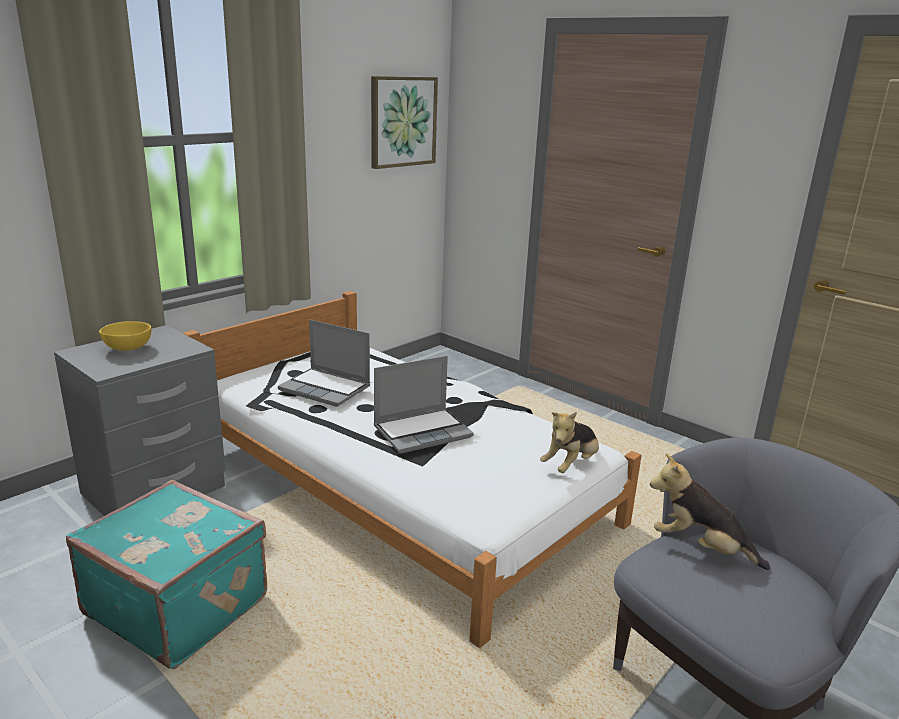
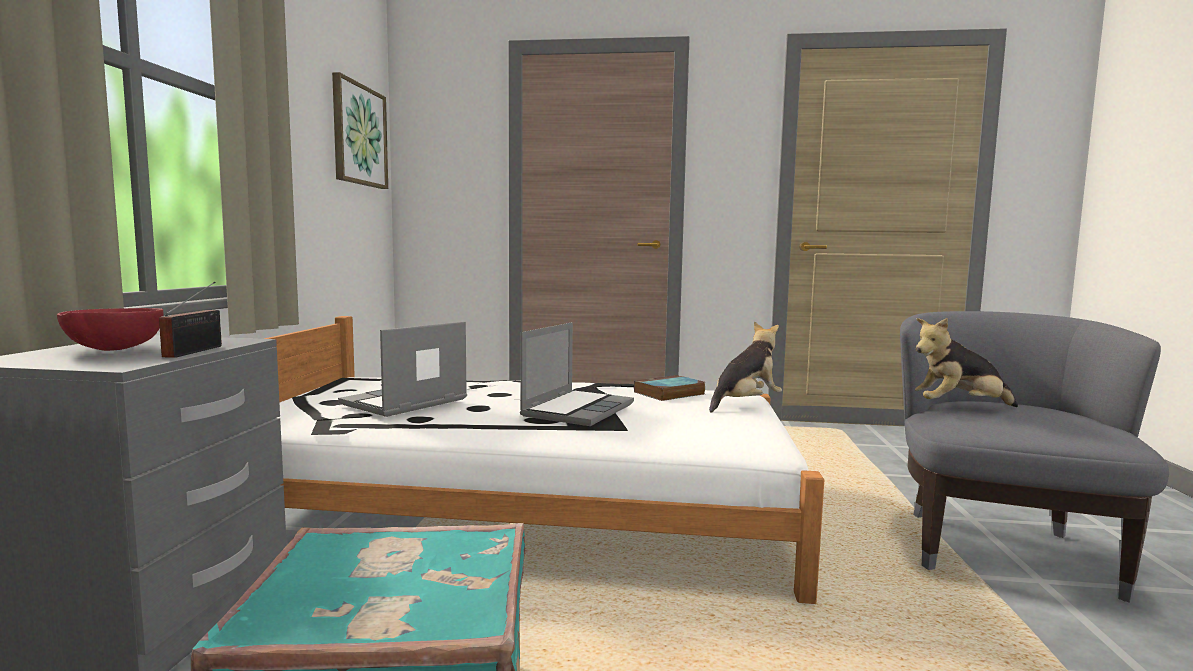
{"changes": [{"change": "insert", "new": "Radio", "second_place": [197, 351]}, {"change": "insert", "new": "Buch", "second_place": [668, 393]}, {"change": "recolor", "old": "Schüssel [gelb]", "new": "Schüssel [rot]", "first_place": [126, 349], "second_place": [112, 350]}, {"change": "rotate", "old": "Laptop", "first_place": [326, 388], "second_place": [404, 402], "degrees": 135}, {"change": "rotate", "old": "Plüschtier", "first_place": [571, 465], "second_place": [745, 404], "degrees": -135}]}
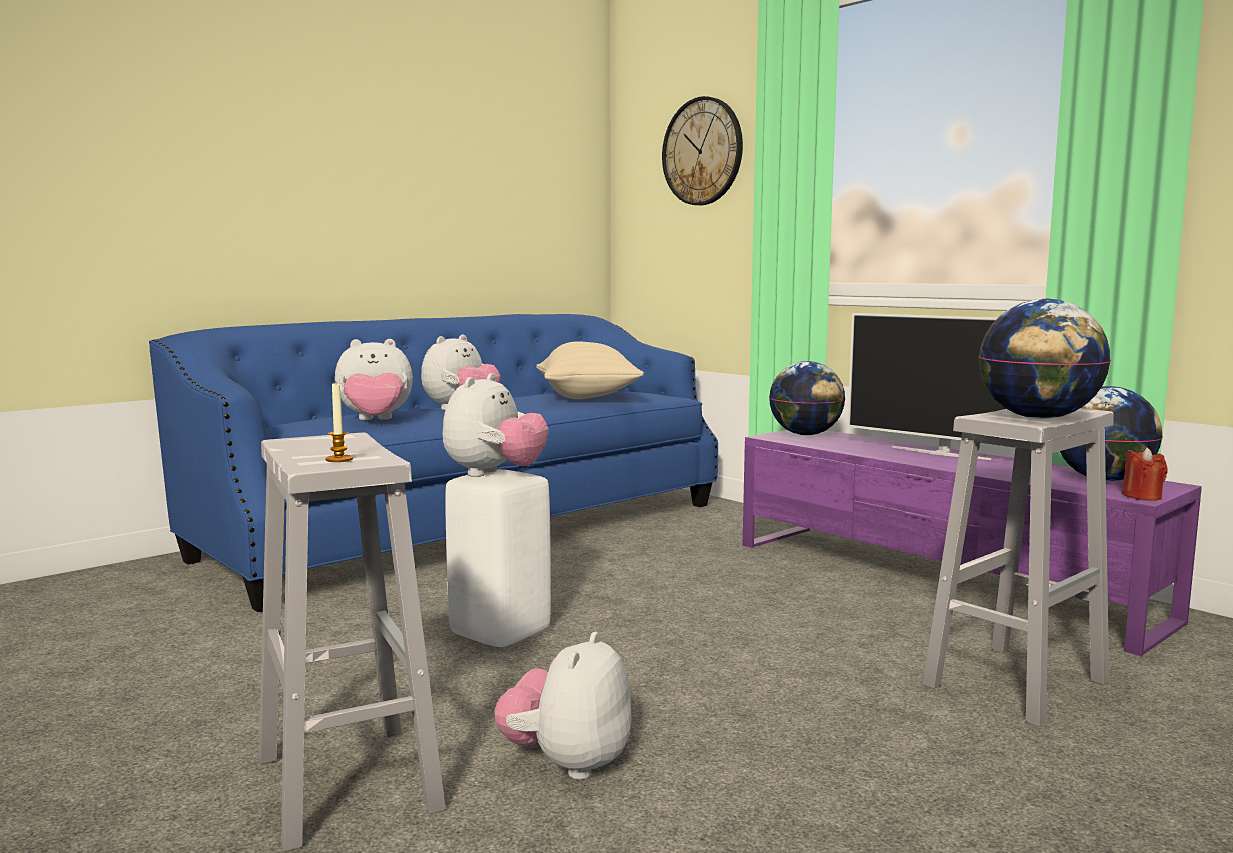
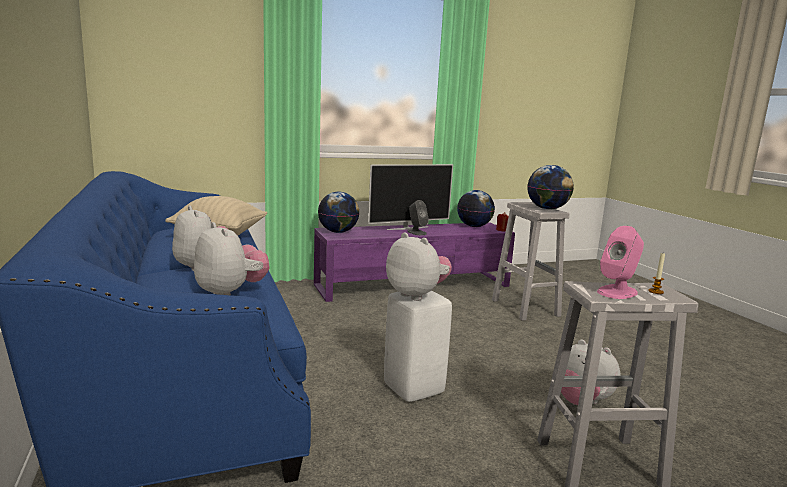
{"changes": [{"change": "delete", "old": "Wanduhr", "first_place": [702, 151]}, {"change": "insert", "new": "Lautsprecher [grau]", "second_place": [416, 232]}, {"change": "insert", "new": "Lautsprecher [rosa]", "second_place": [617, 292]}, {"change": "rotate", "old": "Plüschtier", "first_place": [375, 420], "second_place": [231, 293], "degrees": -45}]}
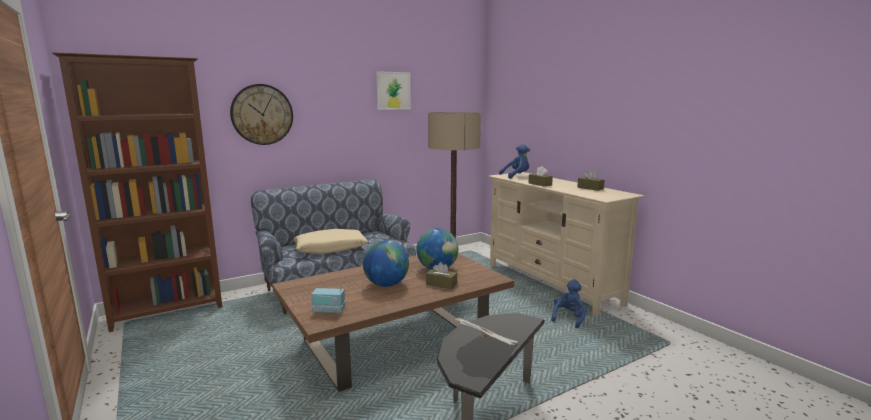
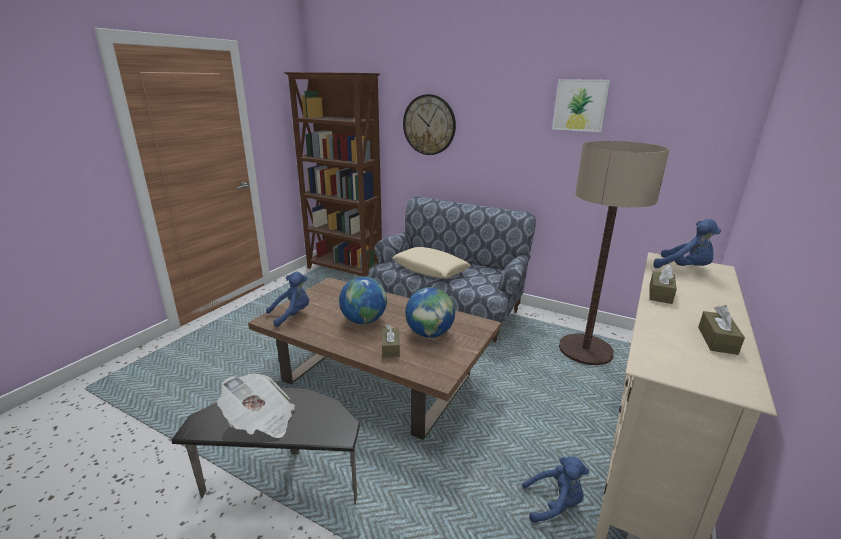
{"changes": [{"change": "replace", "old": "Radio", "new": "Plüschtier [blau]", "first_place": [329, 311], "second_place": [292, 315]}]}
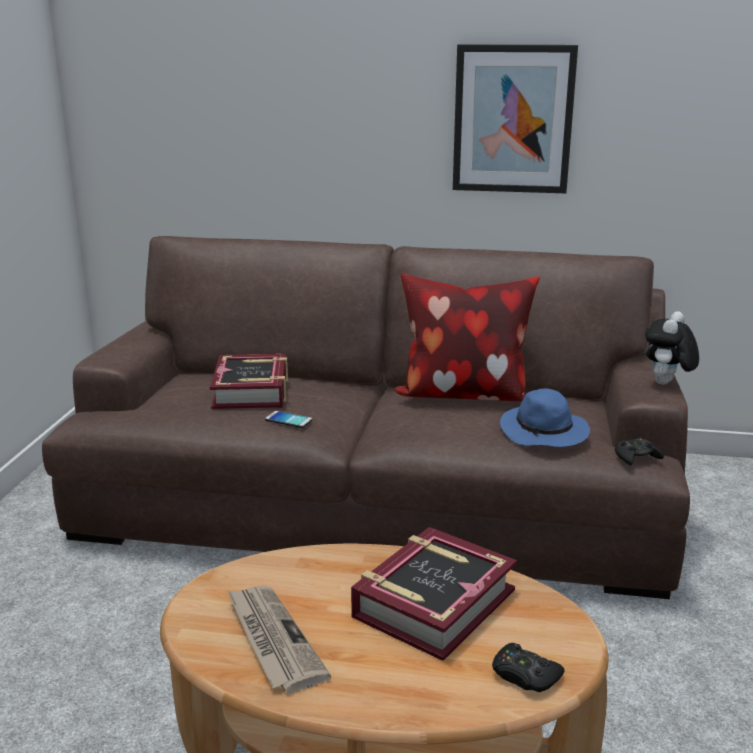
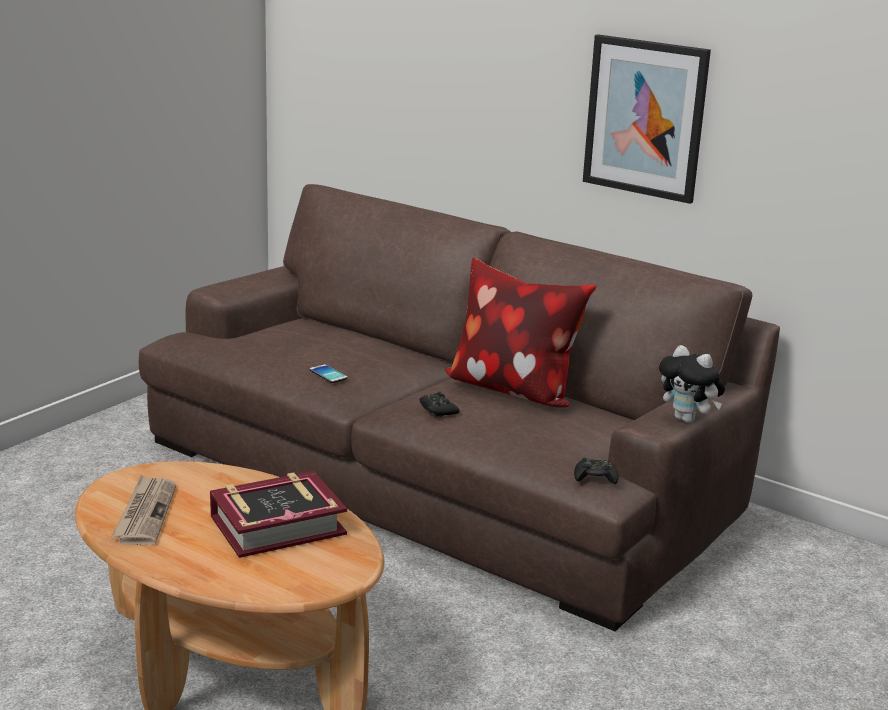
{"changes": [{"change": "delete", "old": "Buch", "first_place": [252, 391]}, {"change": "delete", "old": "Hut [blau]", "first_place": [544, 433]}, {"change": "move", "old": "Gamepad [schwarz]", "first_place": [525, 675], "second_place": [438, 410]}, {"change": "rotate", "old": "Plüschtier", "first_place": [666, 384], "second_place": [688, 420], "degrees": -105}]}
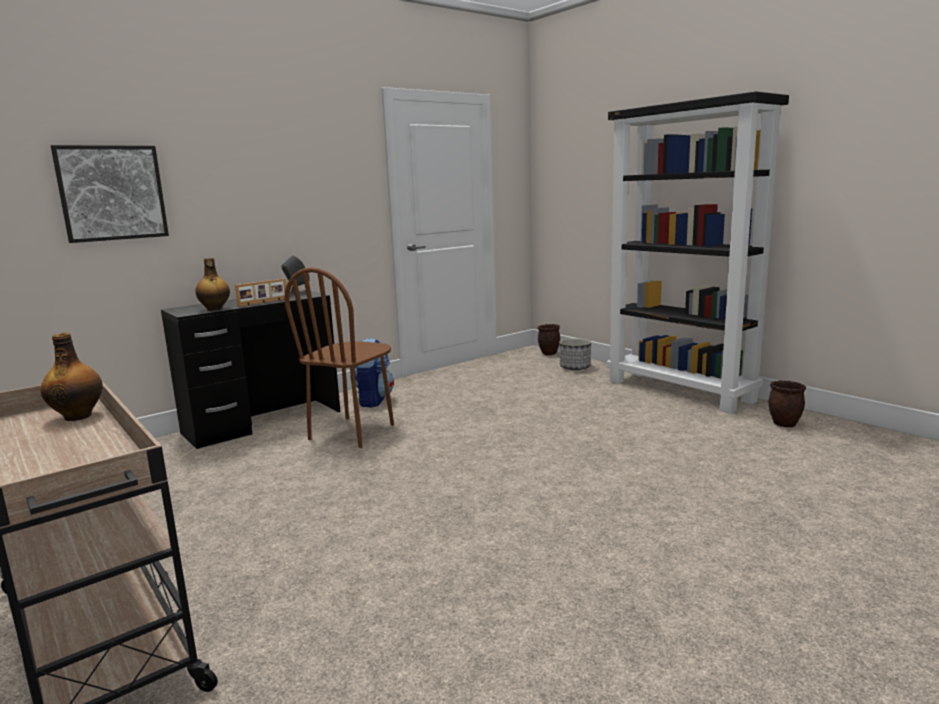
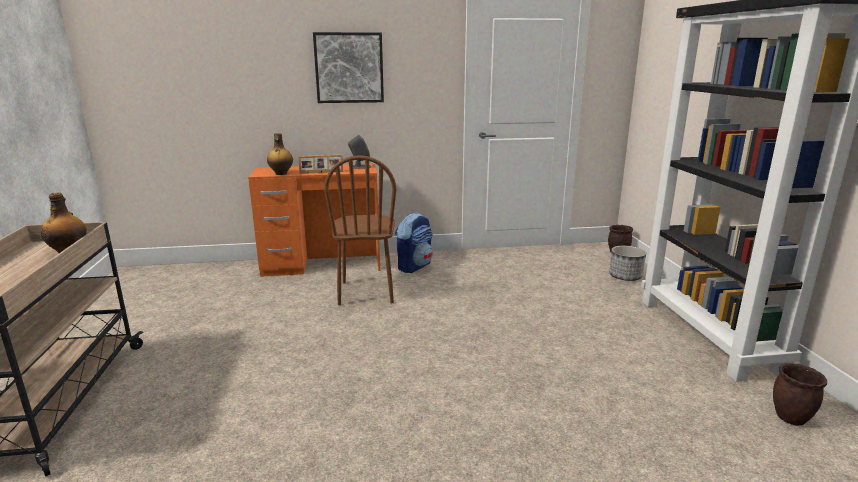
{"changes": [{"change": "move", "old": "Bild", "first_place": [112, 193], "second_place": [349, 68]}, {"change": "recolor", "old": "Schreibtisch [schwarz]", "new": "Schreibtisch [orange]", "first_place": [263, 422], "second_place": [322, 265]}, {"change": "rotate", "old": "Stuhl [braun]", "first_place": [352, 432], "second_place": [366, 292], "degrees": -60}]}
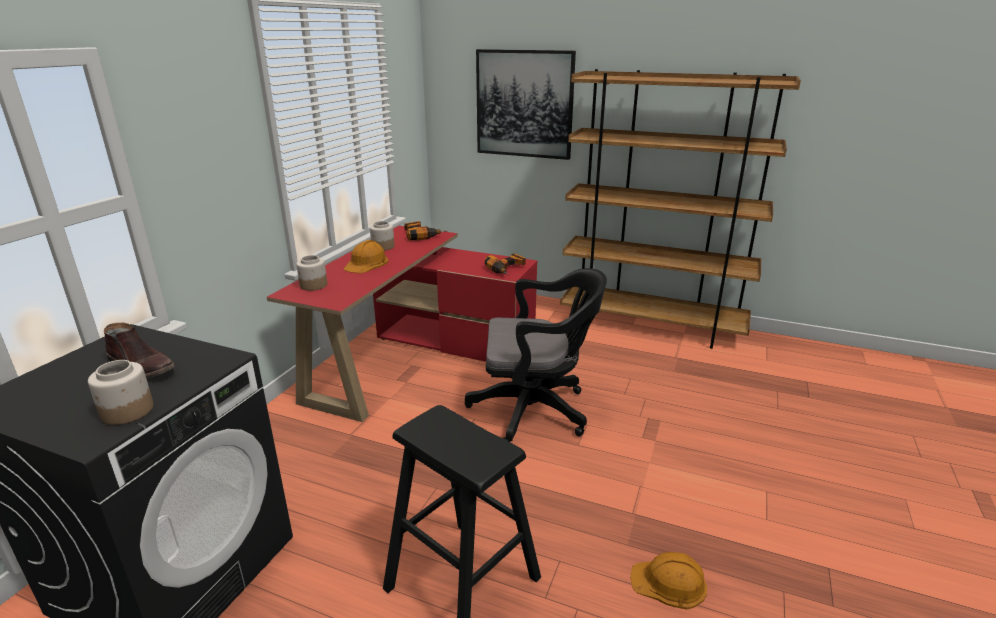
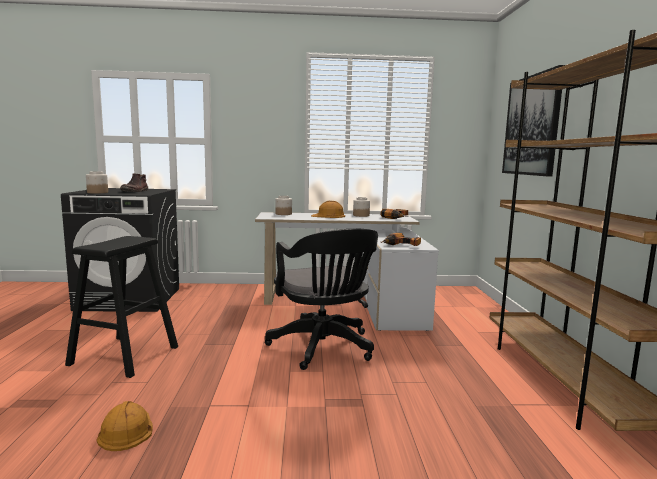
{"changes": [{"change": "recolor", "old": "Schreibtisch [rot]", "new": "Schreibtisch [weiß]", "first_place": [415, 358], "second_place": [350, 302]}]}
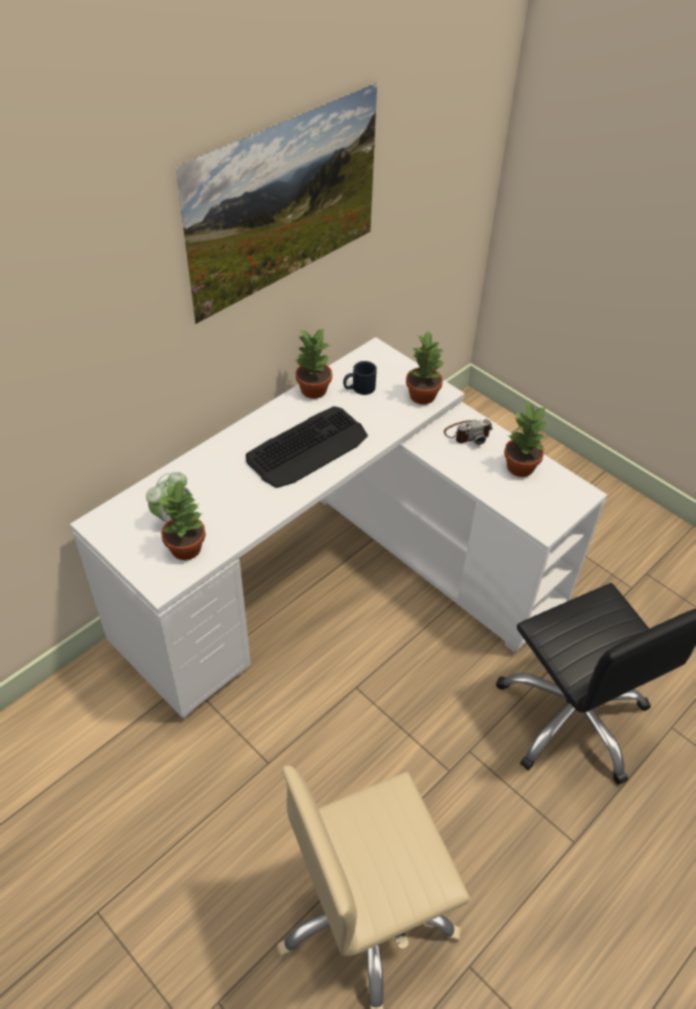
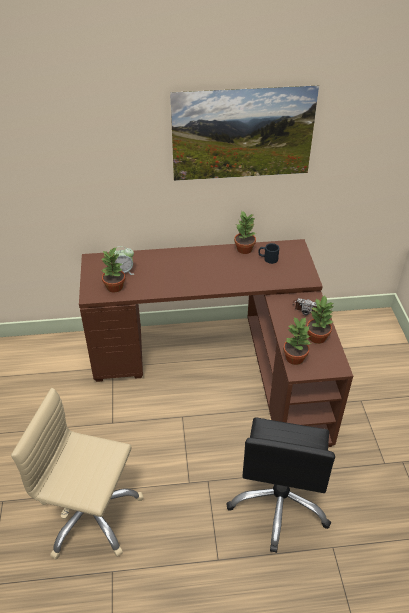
{"changes": [{"change": "delete", "old": "Tastatur", "first_place": [307, 447]}, {"change": "move", "old": "Topfpflanze", "first_place": [422, 395], "second_place": [294, 357]}, {"change": "recolor", "old": "Schreibtisch [weiß]", "new": "Schreibtisch [braun]", "first_place": [338, 577], "second_place": [223, 363]}]}
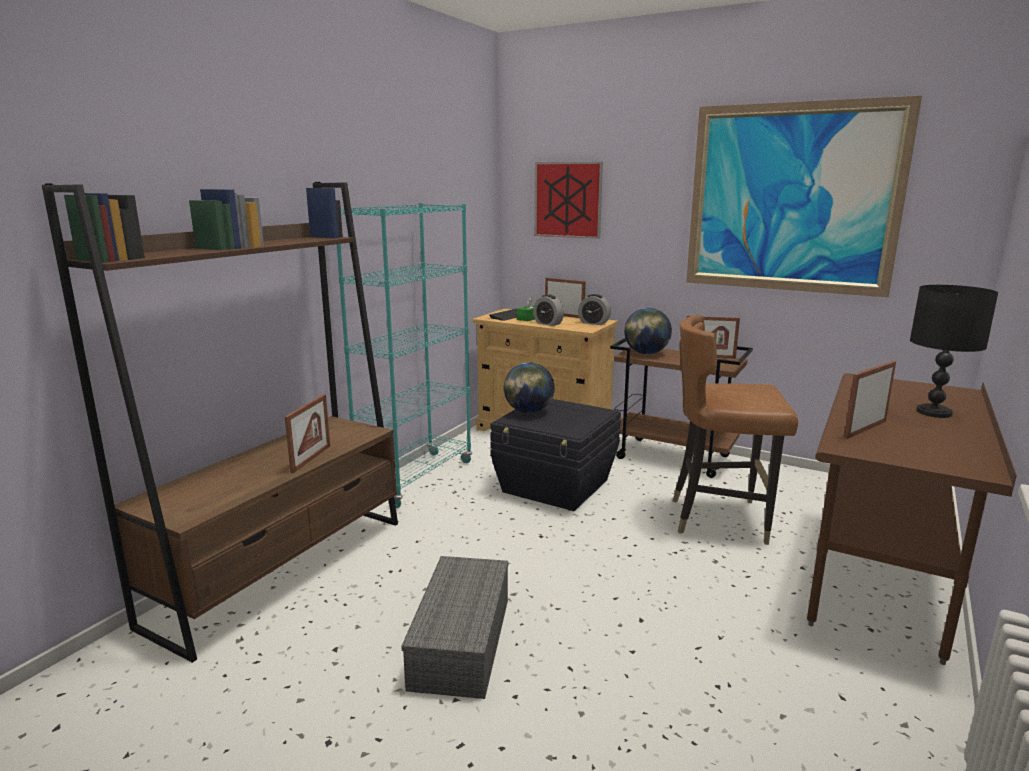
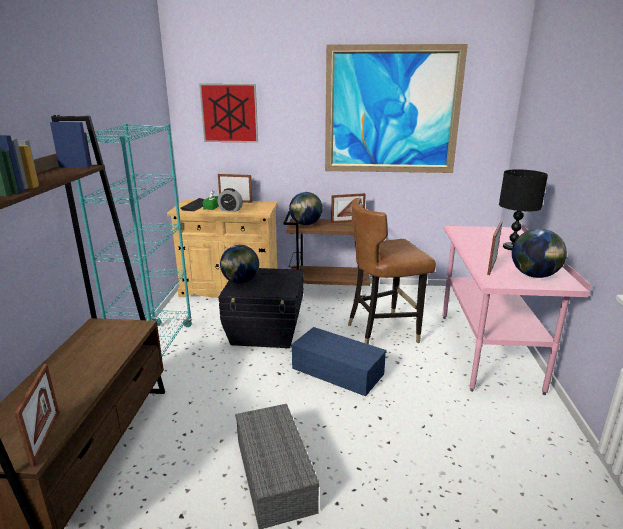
{"changes": [{"change": "delete", "old": "Wecker", "first_place": [593, 323]}, {"change": "insert", "new": "Aufbewahrungsbox [blau]", "second_place": [339, 371]}, {"change": "insert", "new": "Globus", "second_place": [534, 275]}, {"change": "move", "old": "Bilderrahmen", "first_place": [311, 459], "second_place": [46, 438]}, {"change": "recolor", "old": "Schreibtisch [braun]", "new": "Schreibtisch [rosa]", "first_place": [880, 581], "second_place": [488, 351]}]}
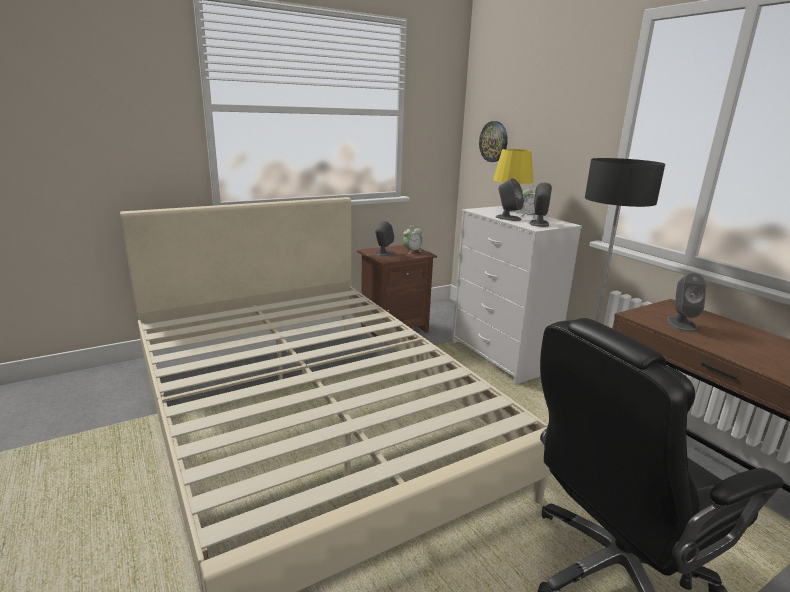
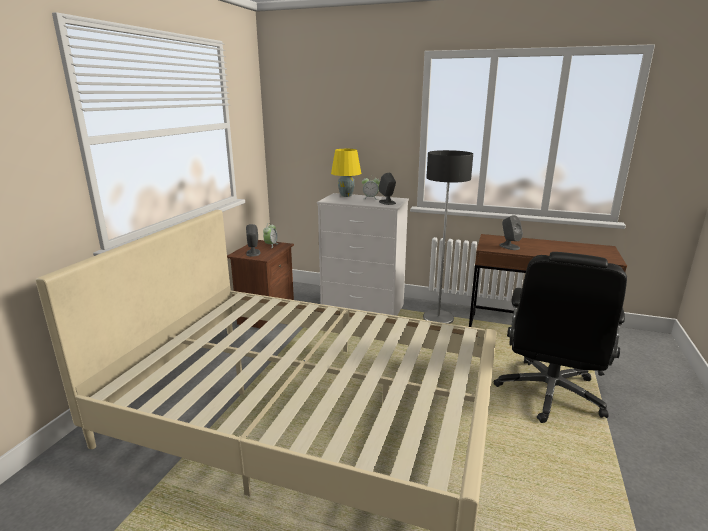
{"changes": [{"change": "delete", "old": "Wanduhr", "first_place": [494, 141]}, {"change": "delete", "old": "Lautsprecher [grau]", "first_place": [507, 218]}]}
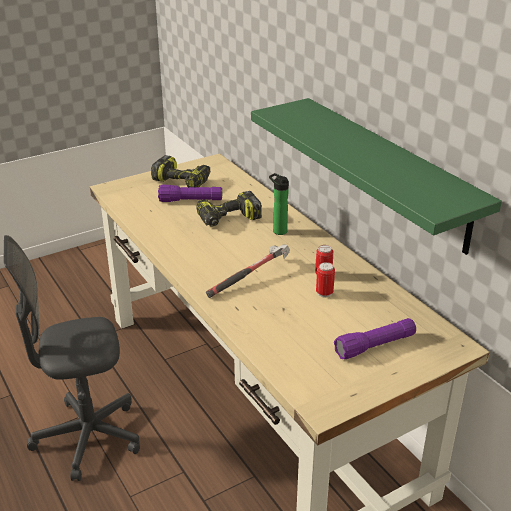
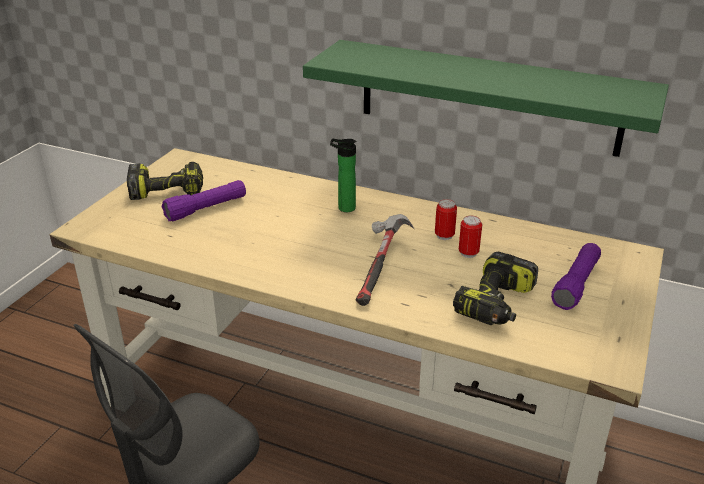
{"changes": [{"change": "move", "old": "Bohrmaschine", "first_place": [228, 219], "second_place": [496, 304]}]}
